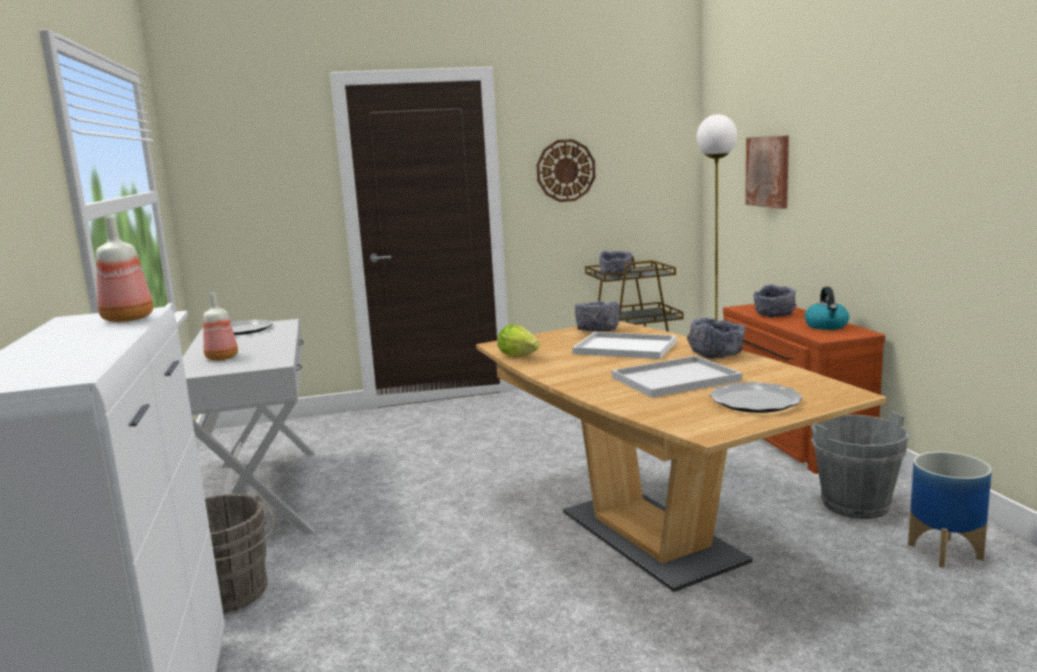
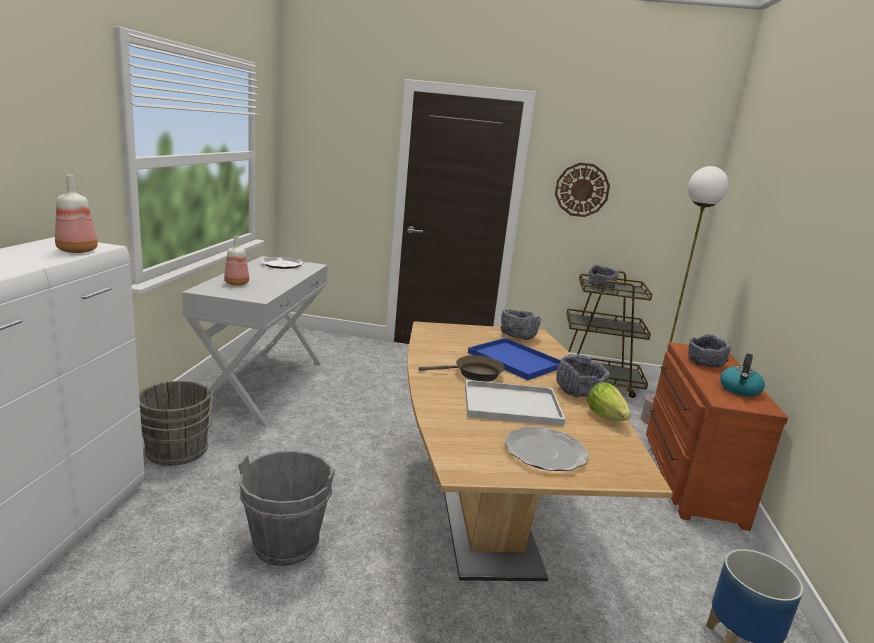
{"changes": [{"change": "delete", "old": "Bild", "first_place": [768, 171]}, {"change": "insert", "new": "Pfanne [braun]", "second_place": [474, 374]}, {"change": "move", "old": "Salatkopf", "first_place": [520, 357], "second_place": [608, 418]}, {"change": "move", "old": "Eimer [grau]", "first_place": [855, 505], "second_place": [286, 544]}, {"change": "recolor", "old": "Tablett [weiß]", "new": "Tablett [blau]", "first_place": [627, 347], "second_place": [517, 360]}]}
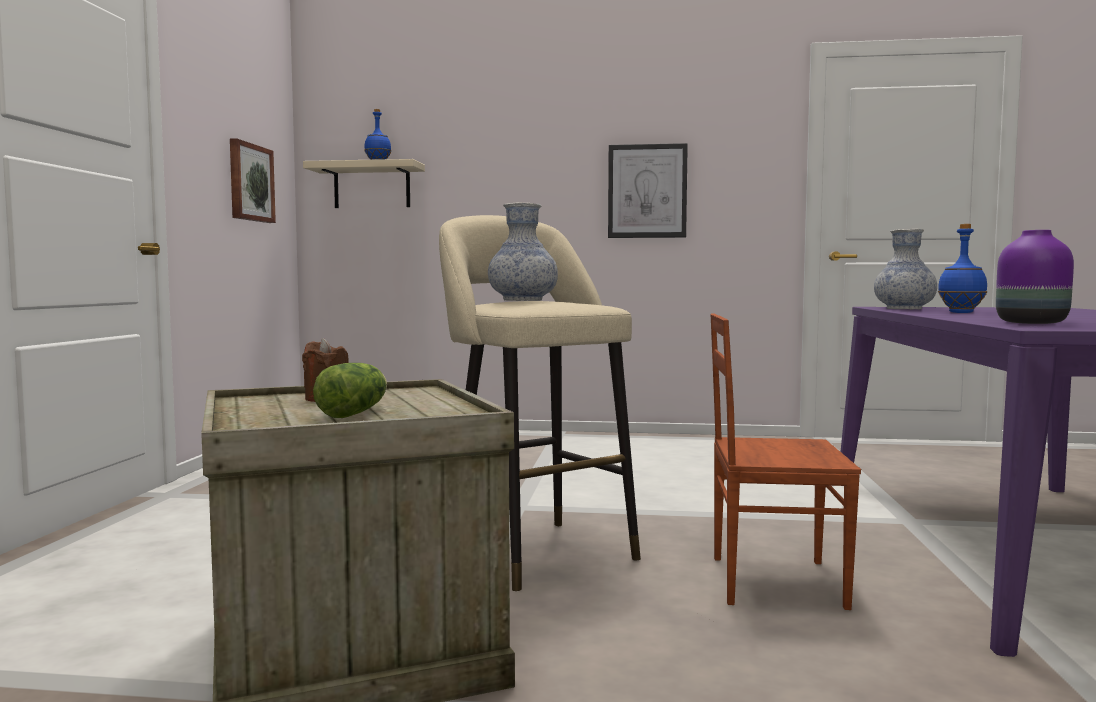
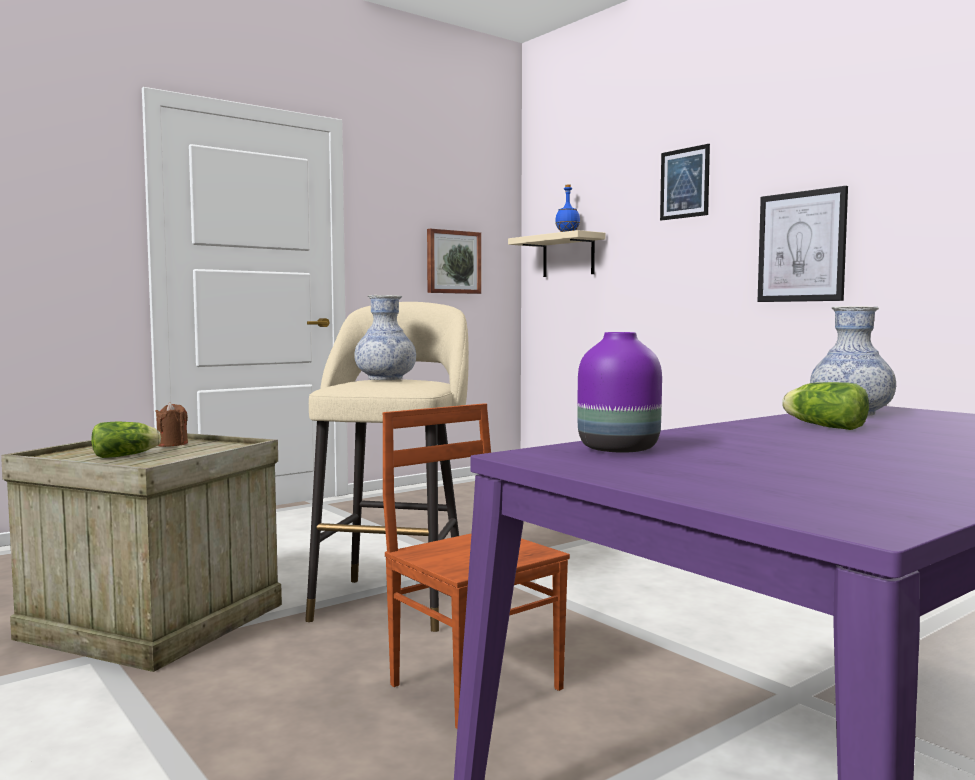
{"changes": [{"change": "insert", "new": "Bild", "second_place": [684, 183]}, {"change": "replace", "old": "Flasche [blau]", "new": "Salatkopf", "first_place": [962, 312], "second_place": [822, 426]}]}
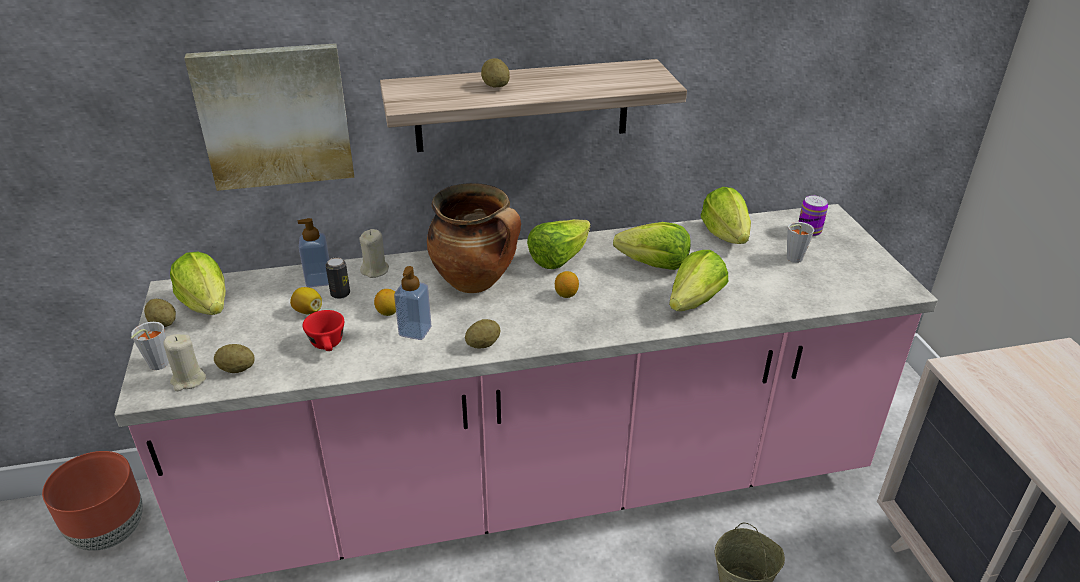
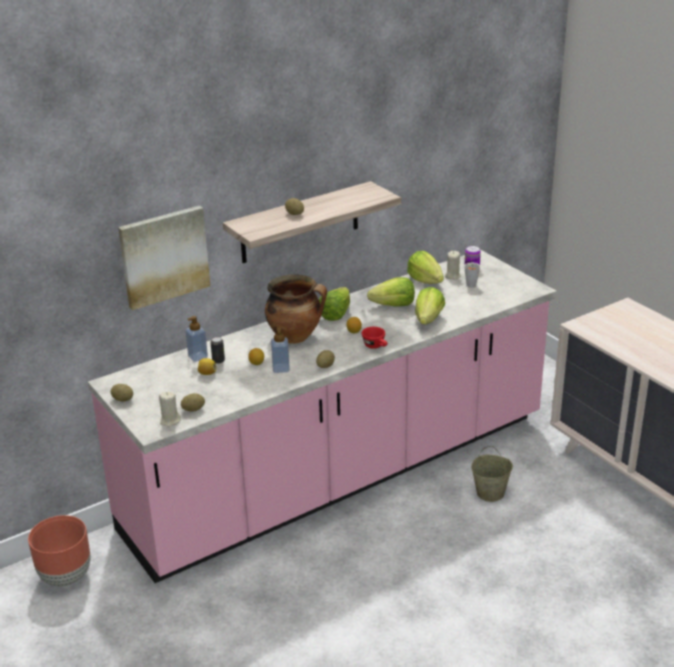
{"changes": [{"change": "delete", "old": "Tasse [grau]", "first_place": [155, 367]}, {"change": "delete", "old": "Salatkopf", "first_place": [207, 305]}, {"change": "move", "old": "Tasse [rot]", "first_place": [328, 345], "second_place": [376, 346]}, {"change": "move", "old": "Kerze [beige]", "first_place": [375, 270], "second_place": [452, 276]}]}
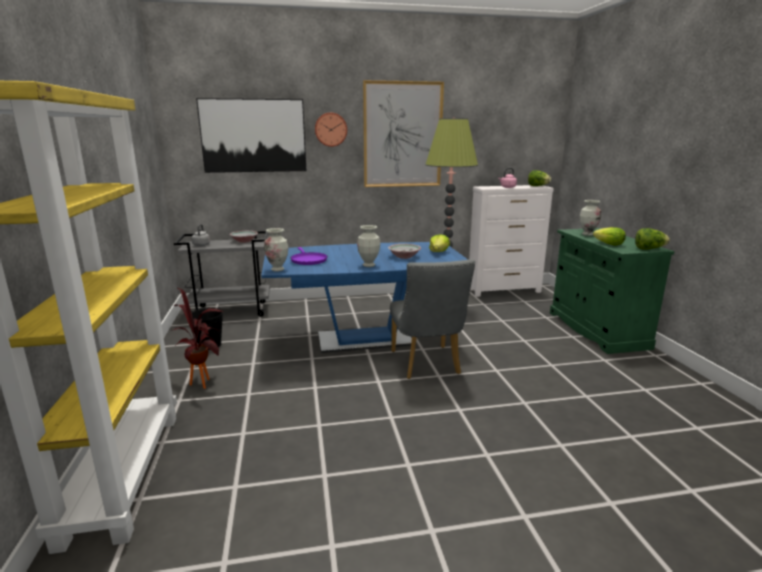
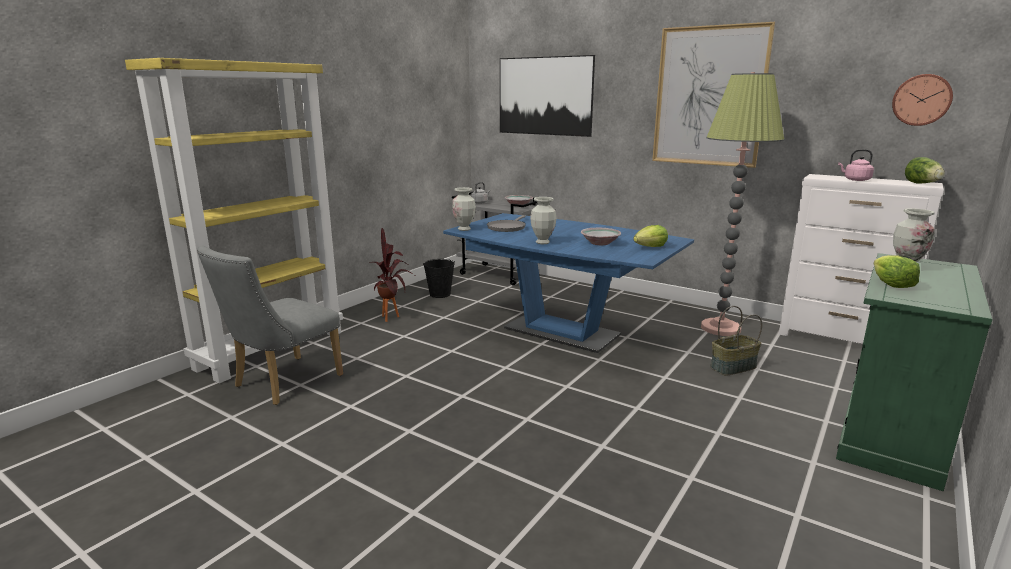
{"changes": [{"change": "delete", "old": "Salatkopf", "first_place": [649, 249]}, {"change": "insert", "new": "Korb", "second_place": [733, 367]}, {"change": "move", "old": "Wanduhr", "first_place": [330, 129], "second_place": [921, 100]}, {"change": "move", "old": "Stuhl [grau]", "first_place": [427, 365], "second_place": [282, 383]}, {"change": "recolor", "old": "Pfanne [lila]", "new": "Pfanne [grau]", "first_place": [308, 260], "second_place": [507, 227]}]}
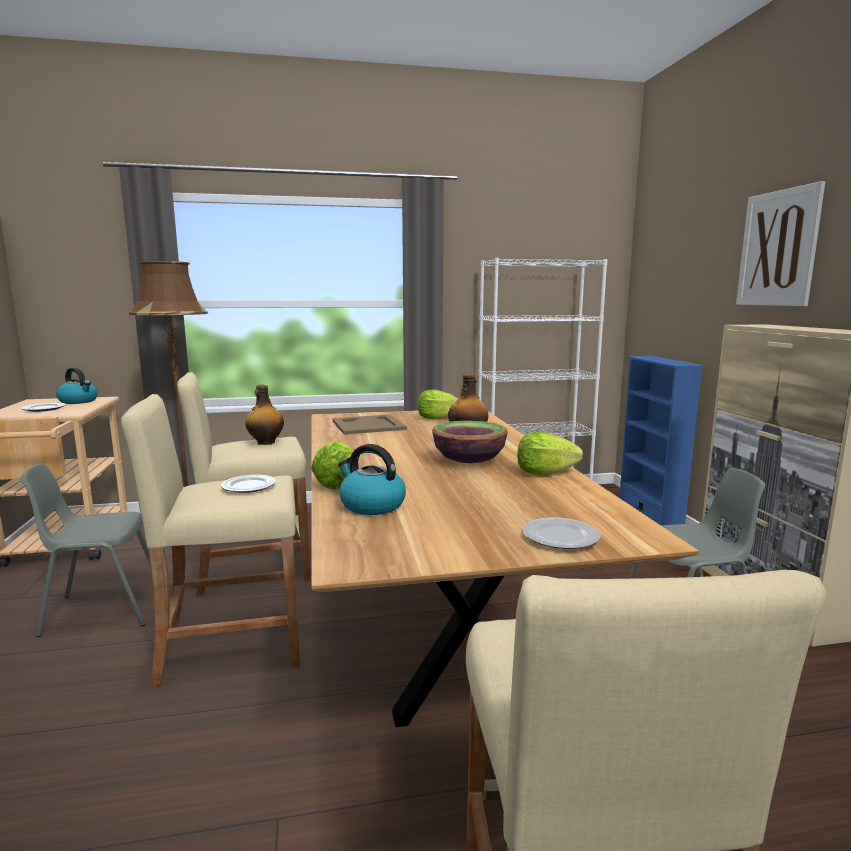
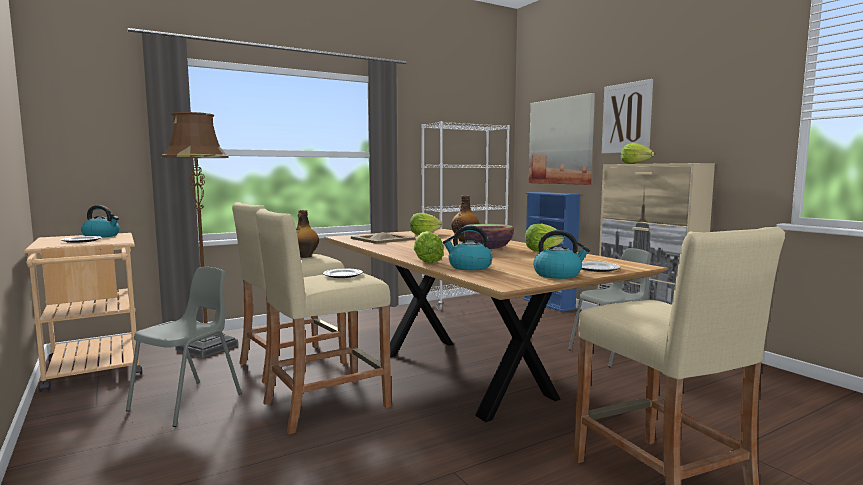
{"changes": [{"change": "insert", "new": "Bild", "second_place": [561, 141]}, {"change": "insert", "new": "Wasserkessel", "second_place": [558, 275]}, {"change": "insert", "new": "Salatkopf", "second_place": [635, 163]}, {"change": "rotate", "old": "Stuhl [grau]", "first_place": [102, 609], "second_place": [188, 402], "degrees": 150}]}
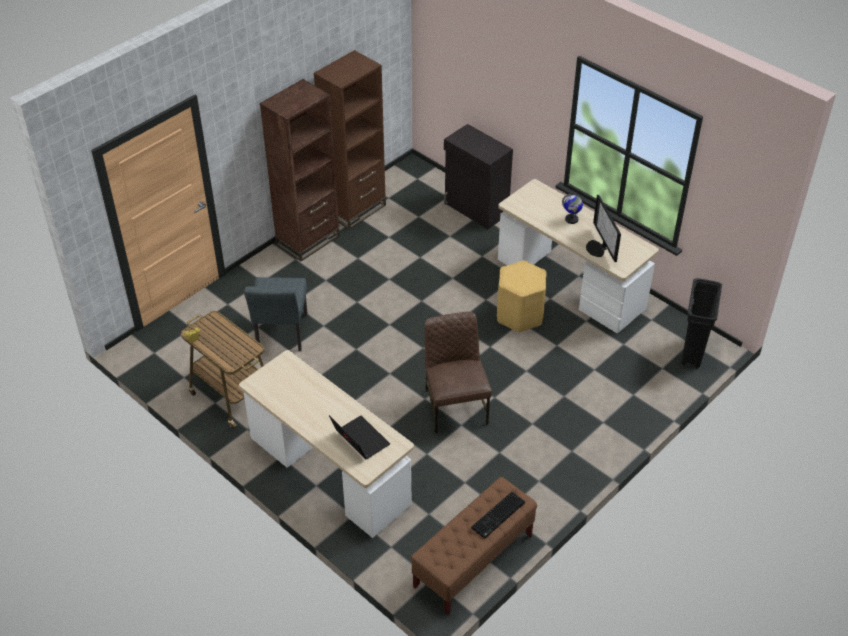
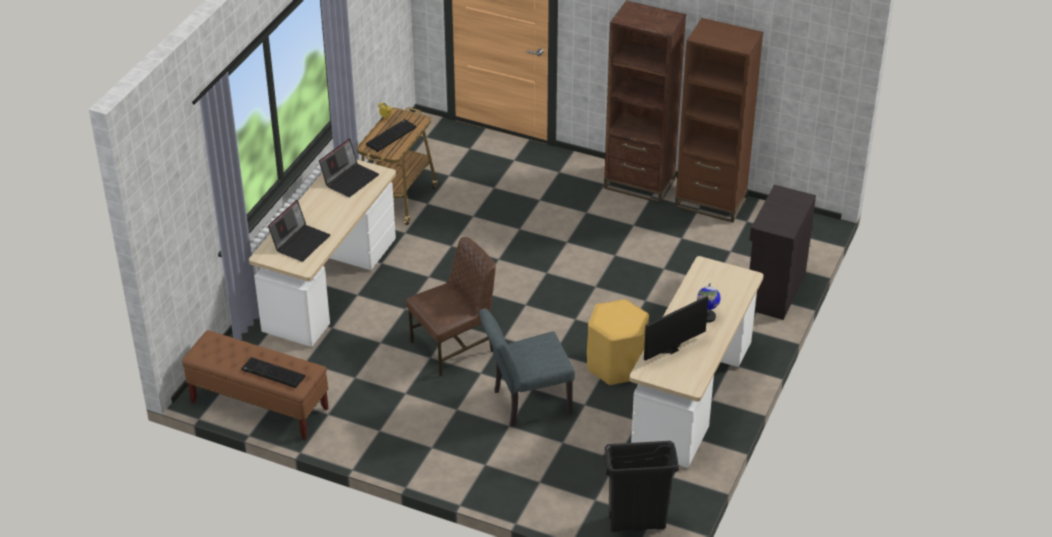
{"changes": [{"change": "insert", "new": "Laptop", "second_place": [350, 179]}, {"change": "insert", "new": "Tastatur", "second_place": [391, 135]}, {"change": "move", "old": "Stuhl [grau]", "first_place": [281, 336], "second_place": [526, 403]}]}
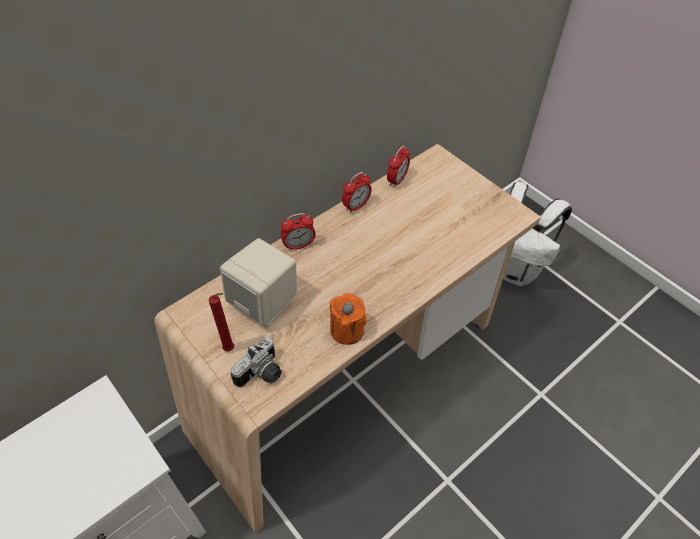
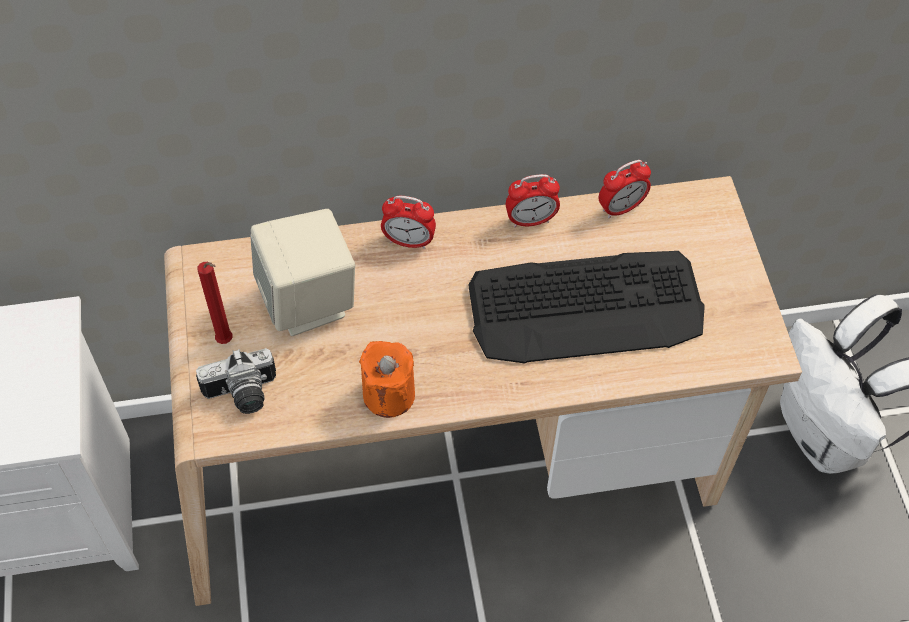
{"changes": [{"change": "insert", "new": "Tastatur", "second_place": [586, 307]}]}
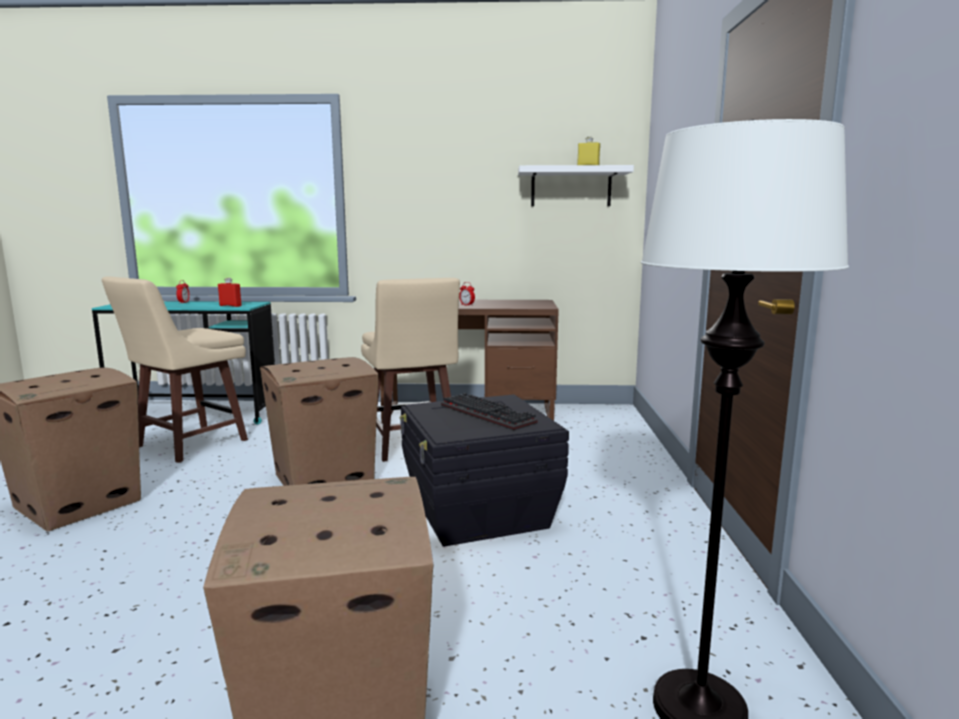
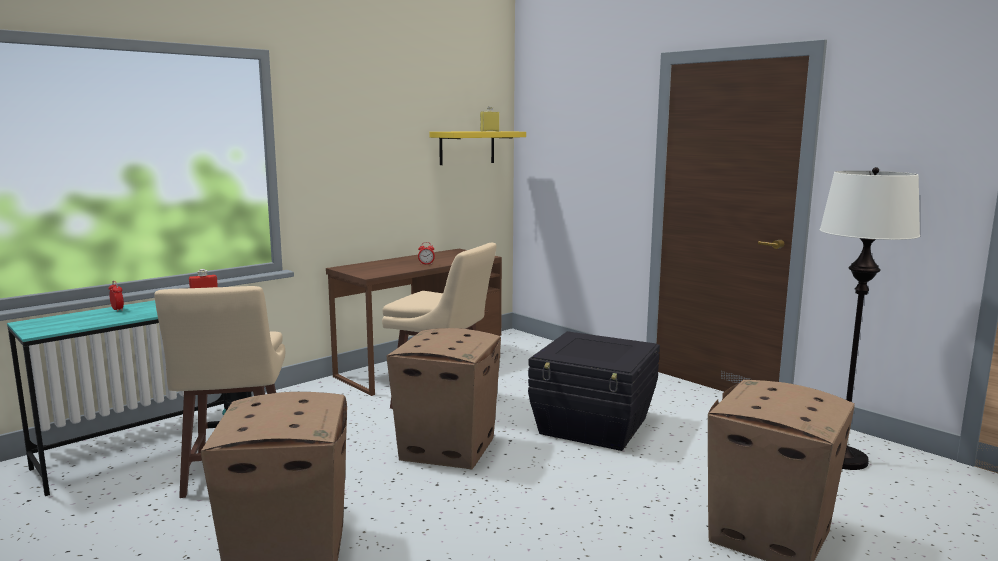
{"changes": [{"change": "delete", "old": "Tastatur", "first_place": [490, 414]}, {"change": "recolor", "old": "Wandregal [weiß]", "new": "Wandregal [gelb]", "first_place": [571, 187], "second_place": [467, 147]}]}
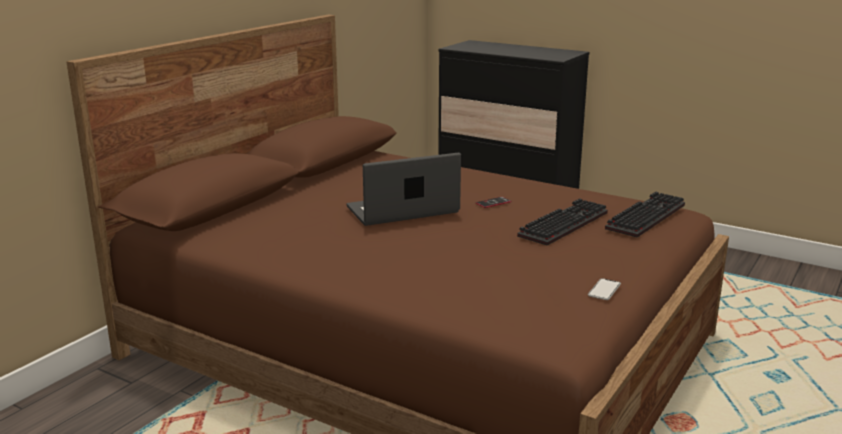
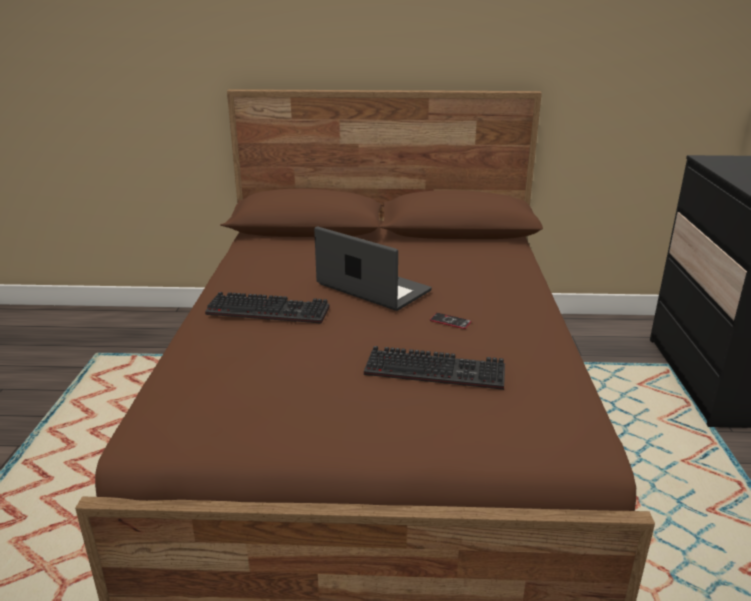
{"changes": [{"change": "delete", "old": "Handy", "first_place": [604, 290]}, {"change": "move", "old": "Tastatur", "first_place": [644, 216], "second_place": [271, 310]}]}
